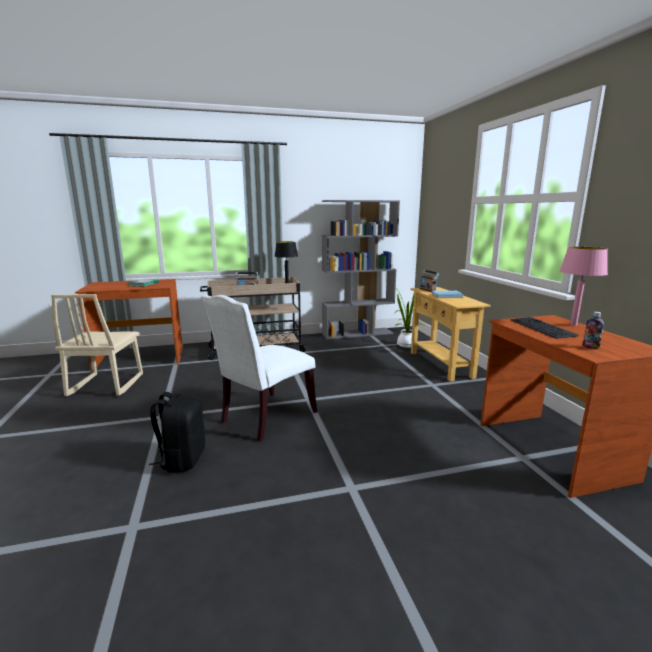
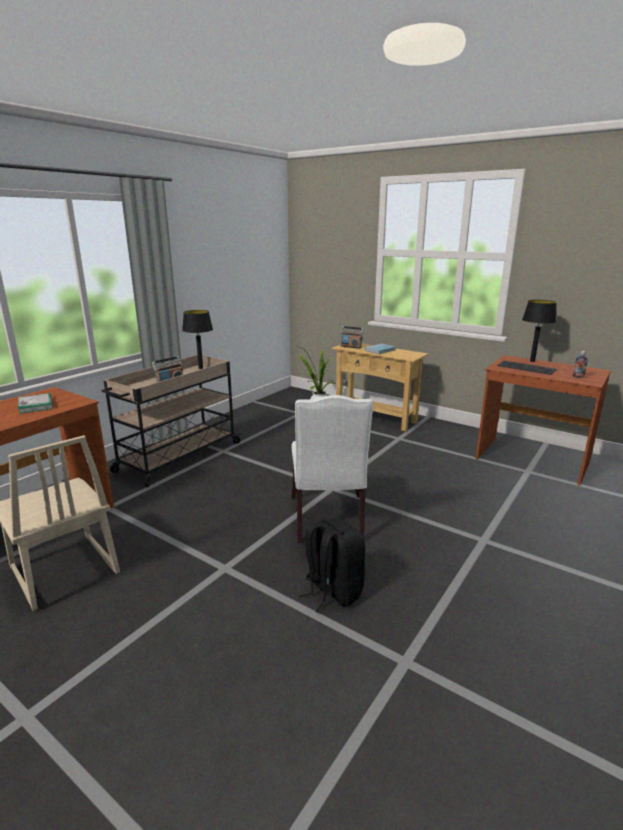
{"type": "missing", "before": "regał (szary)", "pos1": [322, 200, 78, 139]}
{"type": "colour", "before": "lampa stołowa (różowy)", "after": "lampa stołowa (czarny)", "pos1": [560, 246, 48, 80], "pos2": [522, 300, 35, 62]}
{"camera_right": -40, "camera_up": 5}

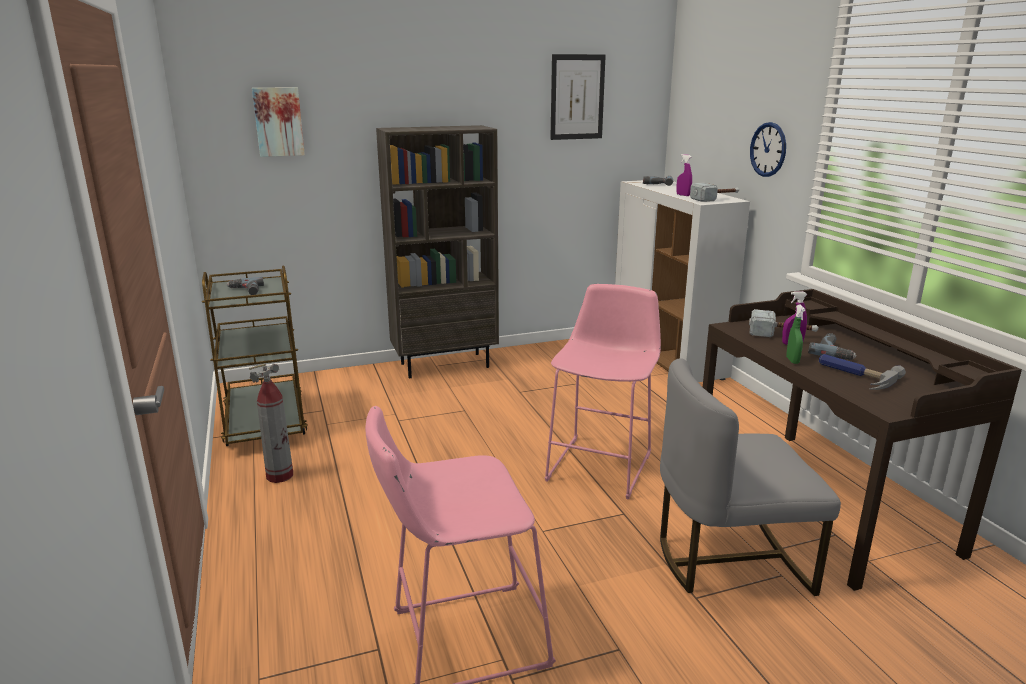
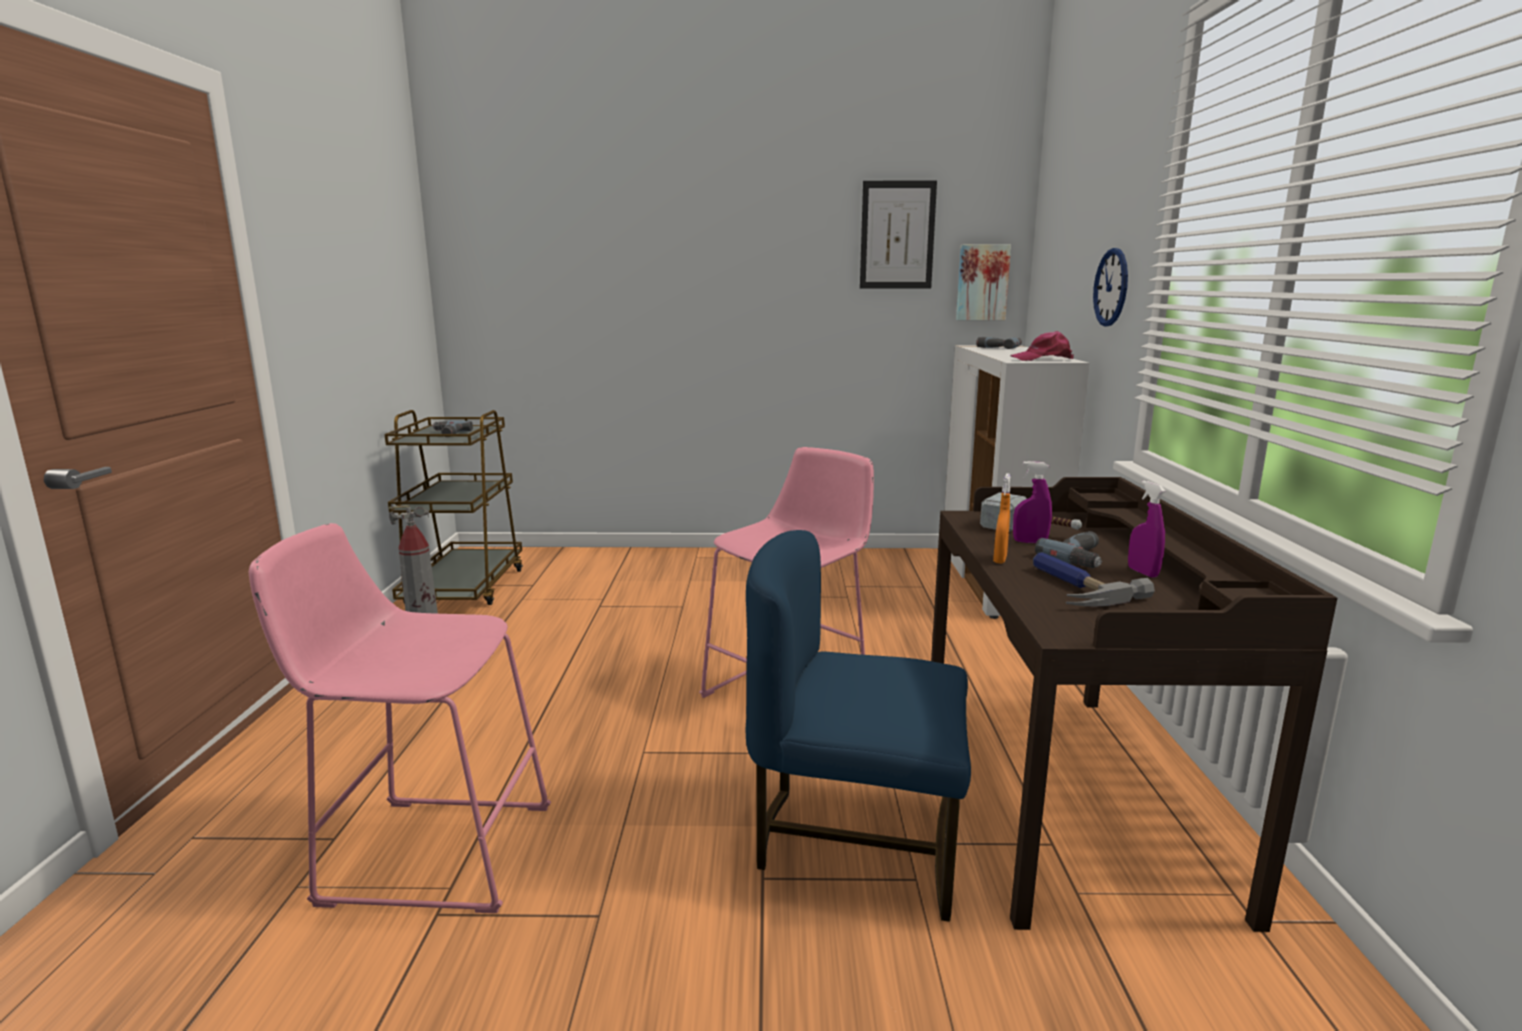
{"type": "relocated", "before": "obraz", "pos1": [252, 87, 53, 70], "pos2": [956, 245, 55, 75]}
{"type": "missing", "before": "regał (brązowy)", "pos1": [376, 125, 123, 253]}
{"type": "colour", "before": "krzesło (szary)", "after": "krzesło (niebieski)", "pos1": [660, 358, 181, 238], "pos2": [746, 530, 225, 392]}
{"type": "relocated", "before": "spryskiwacz (fioletowy)", "pos1": [676, 154, 16, 42], "pos2": [1128, 481, 38, 97]}
{"type": "exchanged", "before": "młotek", "after": "czapka z daszkiem (różowy)", "pos1": [690, 183, 49, 19], "pos2": [1011, 331, 63, 30]}
{"type": "colour", "before": "spryskiwacz (zielony)", "after": "spryskiwacz (pomarańczowy)", "pos1": [786, 305, 19, 59], "pos2": [993, 473, 18, 91]}
{"camera_right": 20, "camera_up": -5}

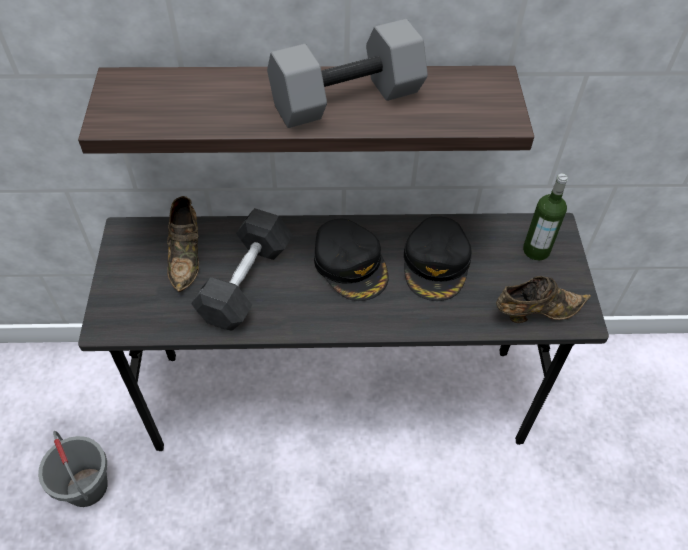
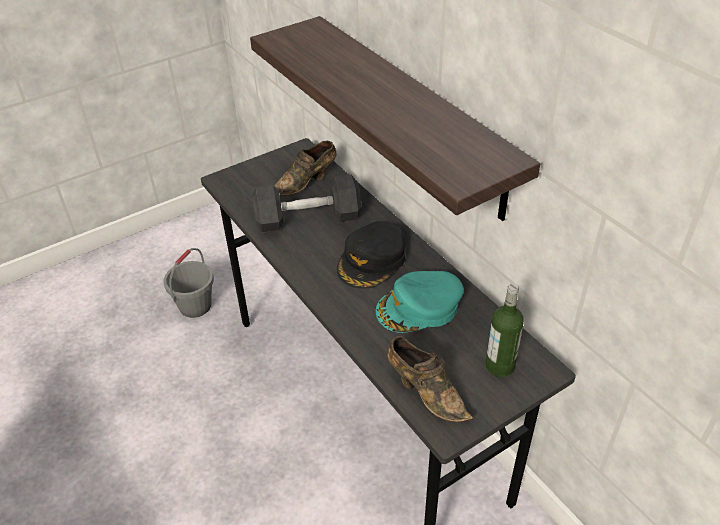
{"type": "missing", "before": "hantel (szary)", "pos1": [267, 19, 161, 109]}
{"type": "colour", "before": "czapka z daszkiem (czarny)", "after": "czapka z daszkiem (turkusowy)", "pos1": [404, 216, 68, 85], "pos2": [376, 271, 88, 62]}
{"camera_right": 60, "camera_up": -10}

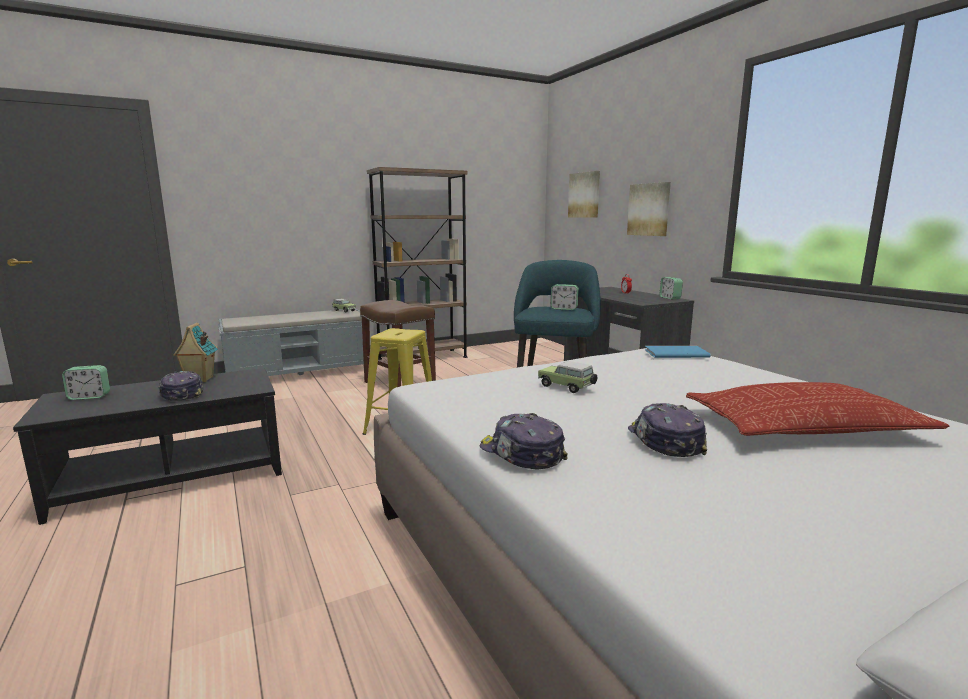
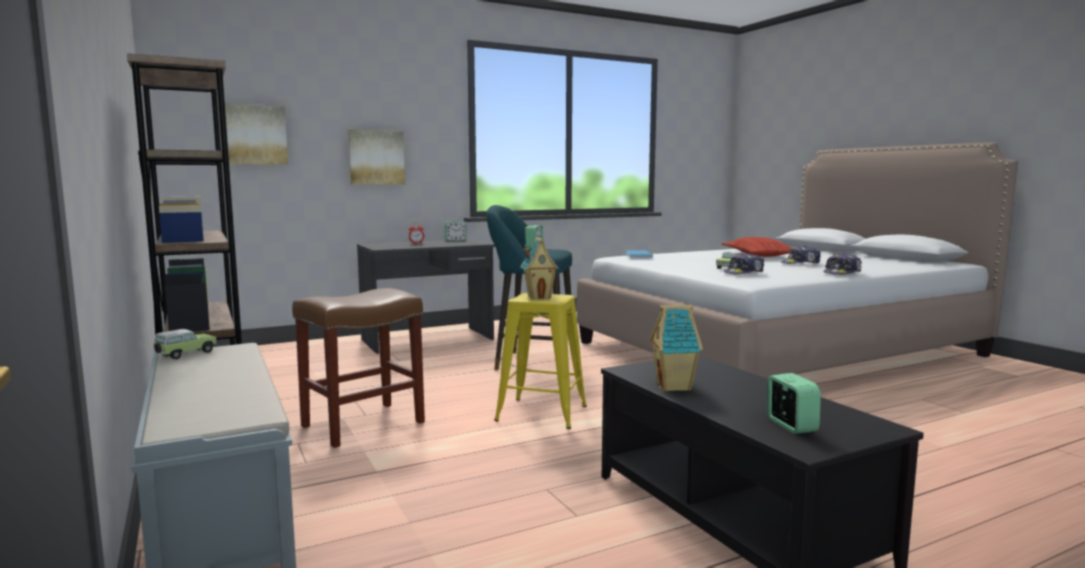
{"type": "relocated", "before": "czapka z daszkiem", "pos1": [158, 371, 45, 30], "pos2": [723, 253, 41, 21]}
{"type": "appeared", "after": "domek", "pos2": [520, 237, 39, 62]}
{"camera_right": -90, "camera_up": -5}

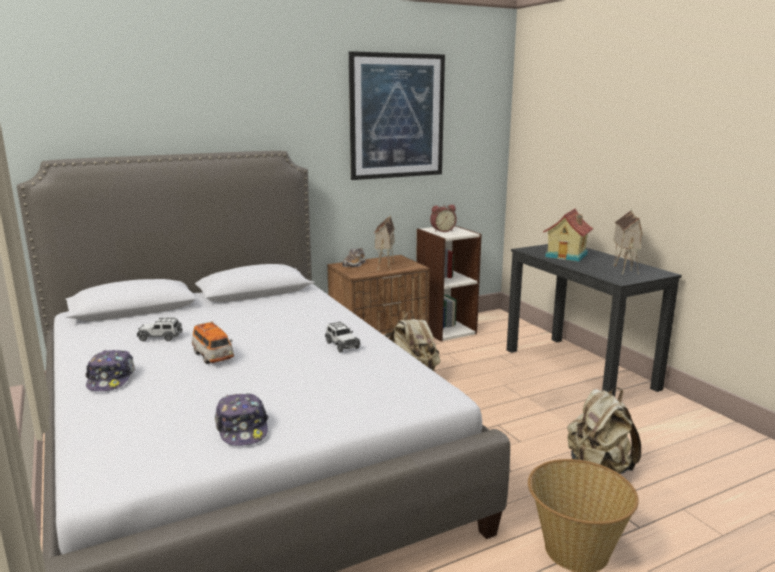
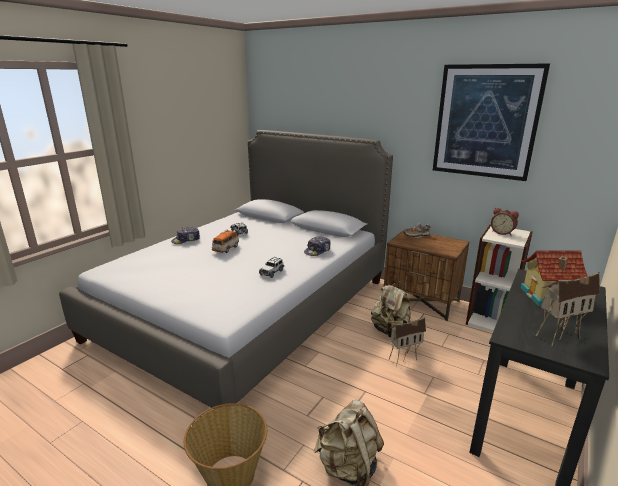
{"type": "relocated", "before": "czapka z daszkiem", "pos1": [215, 394, 54, 52], "pos2": [304, 236, 27, 20]}
{"type": "relocated", "before": "domek", "pos1": [374, 215, 21, 55], "pos2": [389, 317, 37, 50]}
{"camera_right": 60, "camera_up": 5}

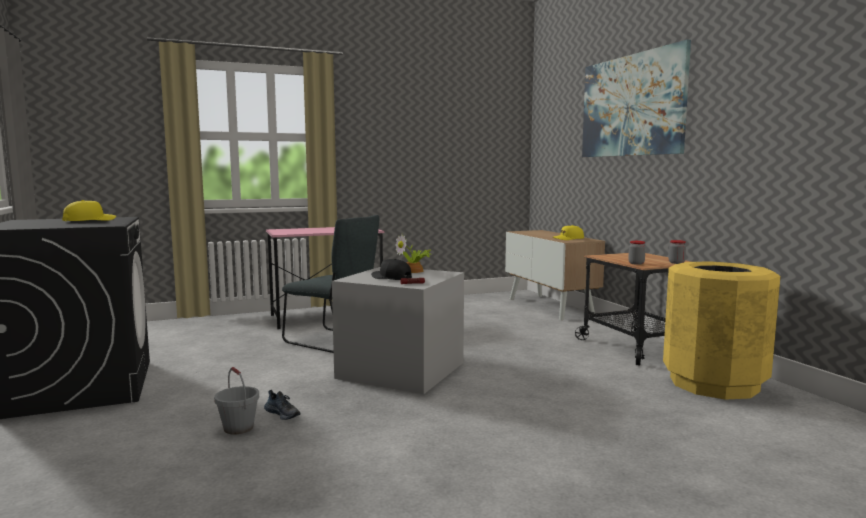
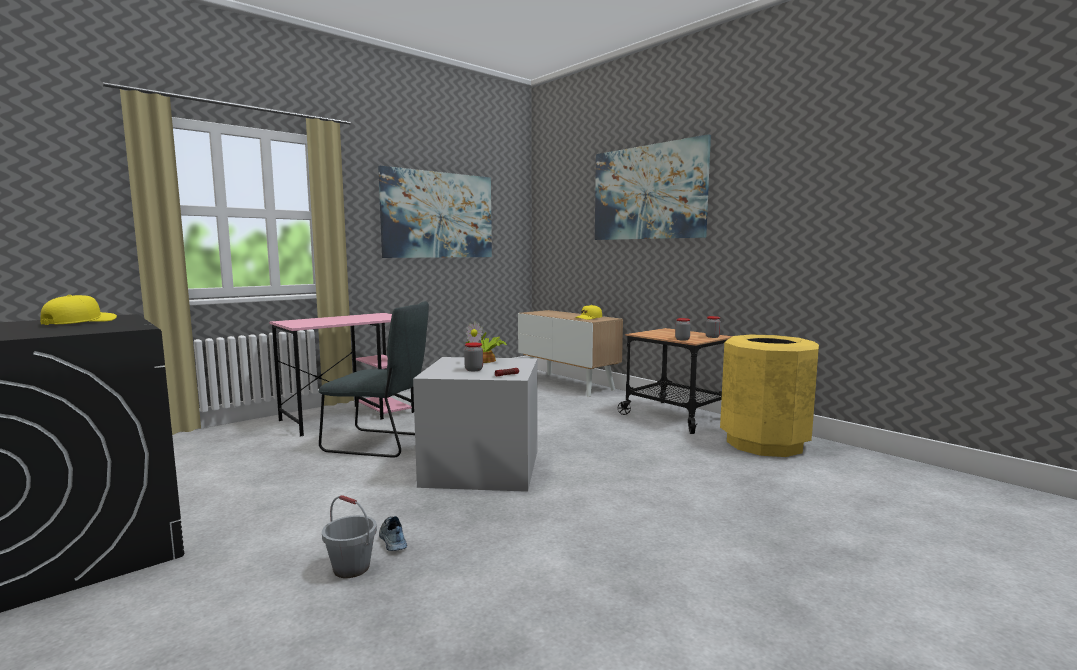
{"type": "spun", "before": "but", "pos1": [264, 390, 37, 30], "pos2": [379, 516, 28, 35], "turn": -135}
{"type": "exchanged", "before": "czapka z daszkiem (czarny)", "after": "słoik", "pos1": [371, 259, 41, 21], "pos2": [464, 342, 19, 29]}
{"type": "appeared", "after": "obraz", "pos2": [378, 166, 114, 92]}
{"camera_right": -20, "camera_up": 0}

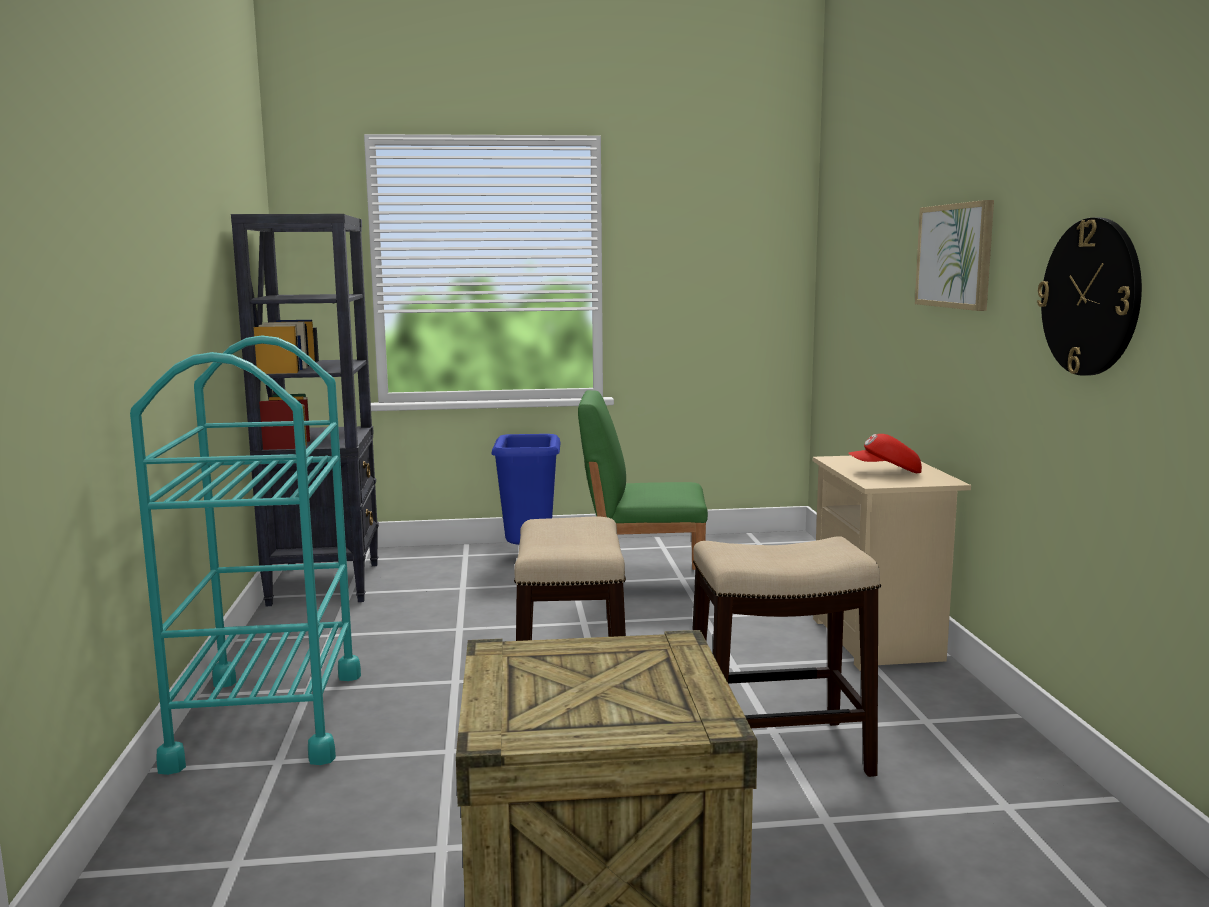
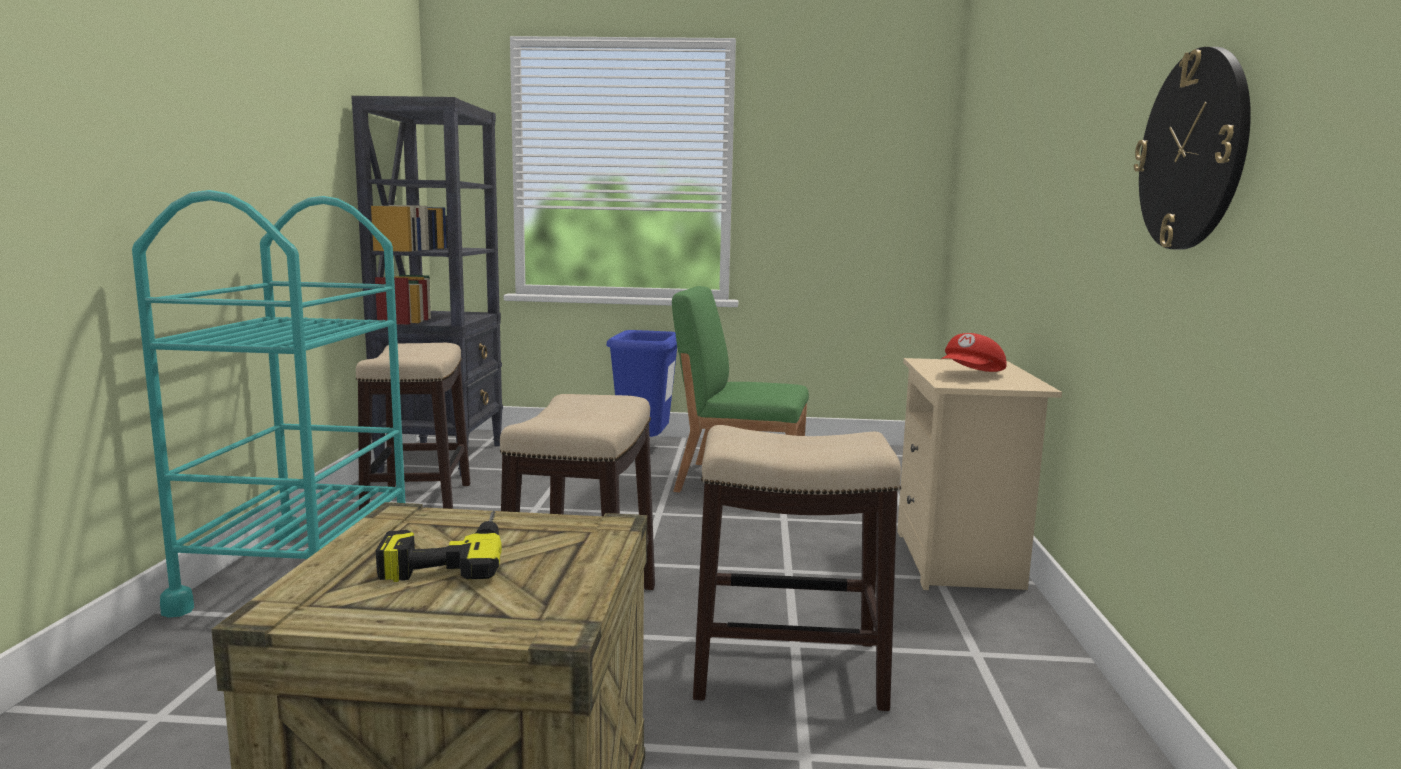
{"type": "spun", "before": "czapka z daszkiem (czerwony)", "pos1": [849, 434, 73, 39], "pos2": [941, 333, 65, 39], "turn": -60}
{"type": "missing", "before": "obraz", "pos1": [915, 200, 79, 111]}
{"type": "appeared", "after": "stołek", "pos2": [356, 343, 114, 167]}
{"type": "appeared", "after": "wiertarka", "pos2": [376, 510, 126, 72]}
{"camera_right": 10, "camera_up": 0}

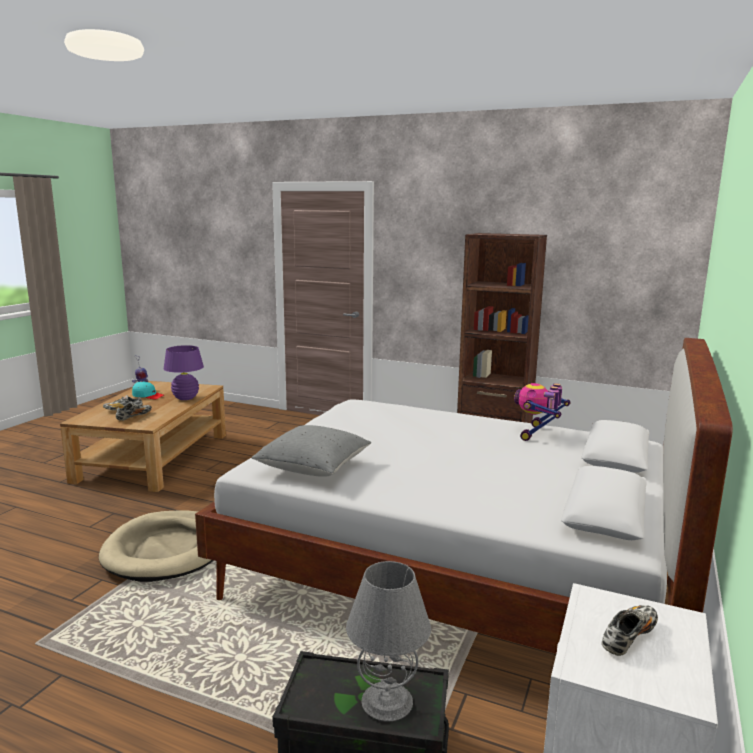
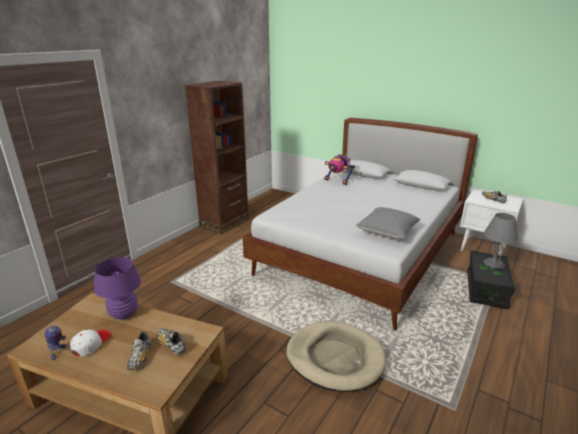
{"type": "colour", "before": "czapka z daszkiem (turkusowy)", "after": "czapka z daszkiem (biały)", "pos1": [132, 381, 32, 18], "pos2": [70, 330, 41, 26]}
{"camera_right": -80, "camera_up": 10}

